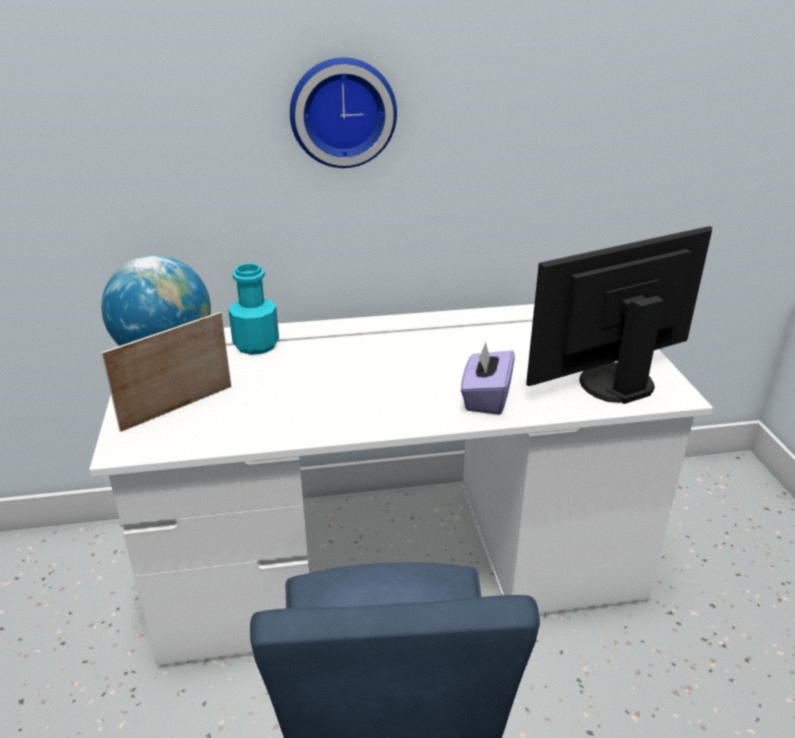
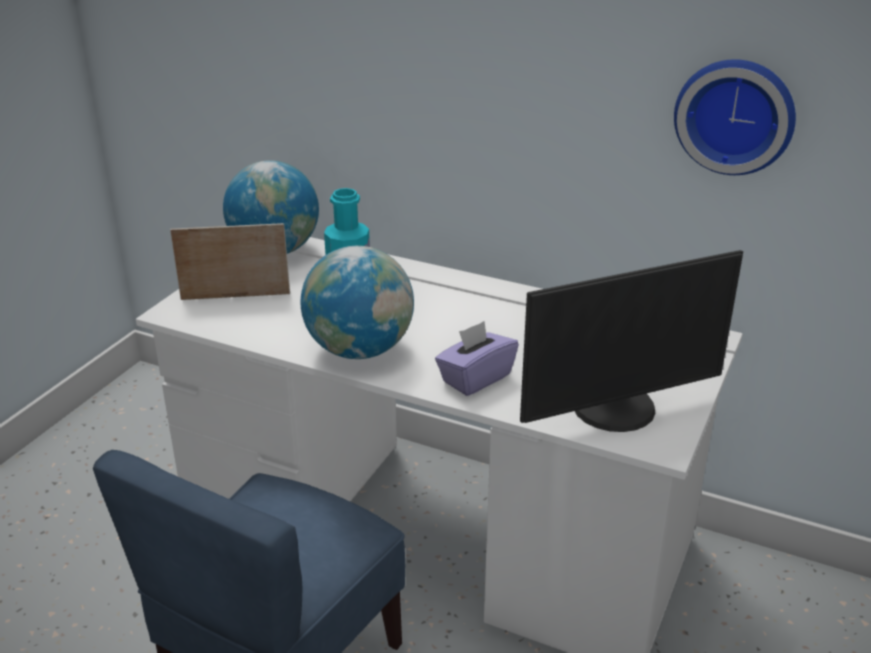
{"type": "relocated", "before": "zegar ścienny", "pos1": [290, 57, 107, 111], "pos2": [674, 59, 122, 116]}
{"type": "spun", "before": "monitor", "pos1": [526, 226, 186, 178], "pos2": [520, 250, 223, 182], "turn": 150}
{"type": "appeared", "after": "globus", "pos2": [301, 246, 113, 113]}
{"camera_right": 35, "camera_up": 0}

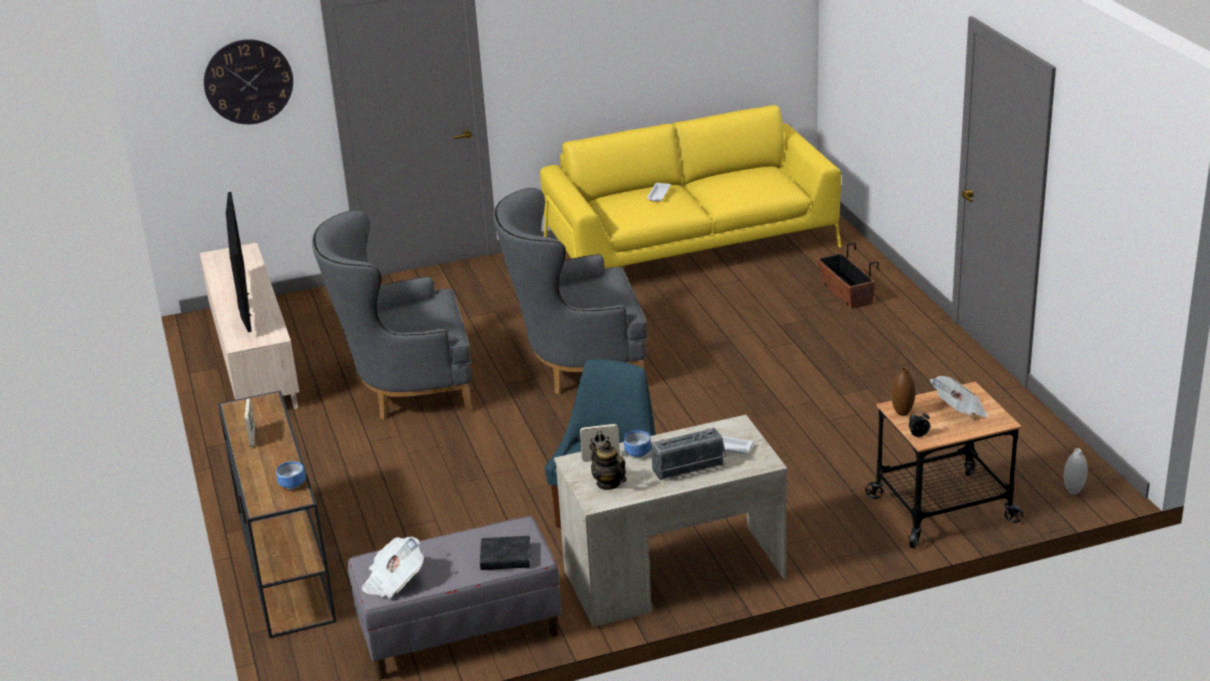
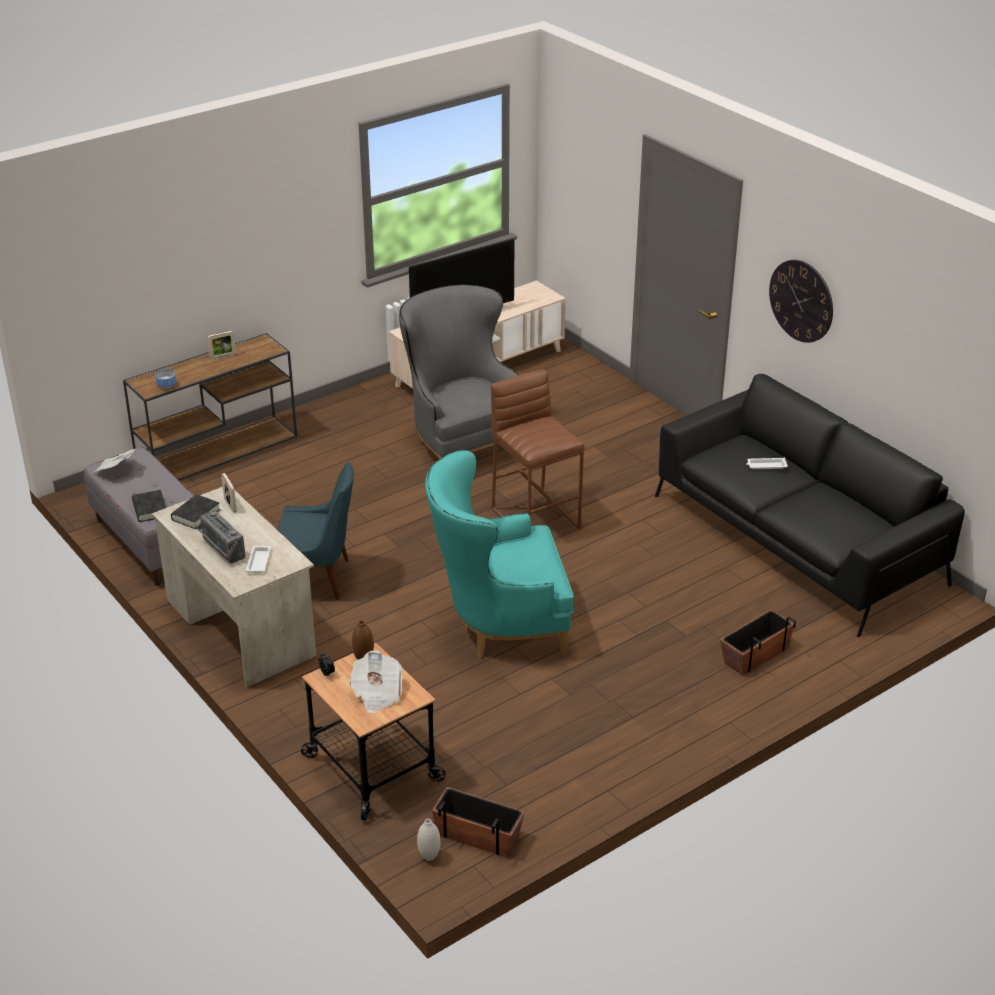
{"type": "relocated", "before": "zegar ścienny", "pos1": [204, 39, 89, 85], "pos2": [769, 260, 64, 83]}
{"type": "exchanged", "before": "fotel (szary)", "after": "stołek (brązowy)", "pos1": [493, 188, 154, 206], "pos2": [491, 369, 94, 161]}
{"type": "colour", "before": "kanapa (żółty)", "after": "kanapa (czarny)", "pos1": [540, 105, 301, 164], "pos2": [655, 374, 310, 263]}
{"type": "exchanged", "before": "imbryk", "after": "książka (czarny)", "pos1": [589, 442, 38, 48], "pos2": [171, 494, 49, 35]}
{"type": "missing", "before": "miska", "pos1": [624, 430, 27, 28]}
{"type": "appeared", "after": "fotel (turkusowy)", "pos2": [425, 450, 149, 209]}
{"type": "appeared", "after": "donica", "pos2": [432, 787, 93, 71]}
{"camera_right": 70, "camera_up": 5}

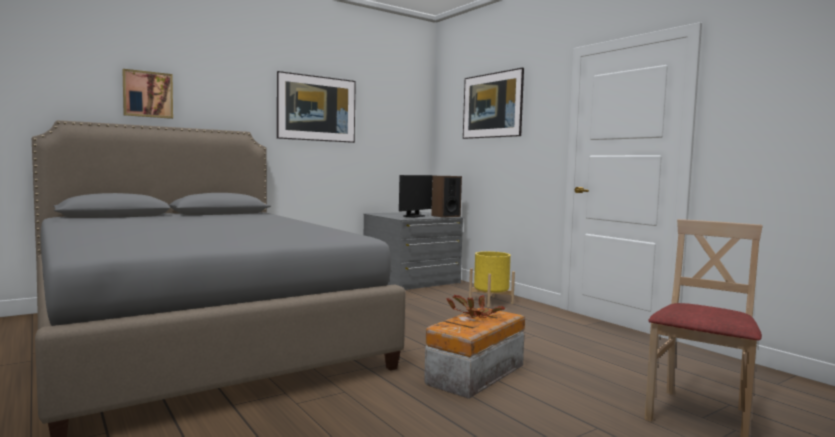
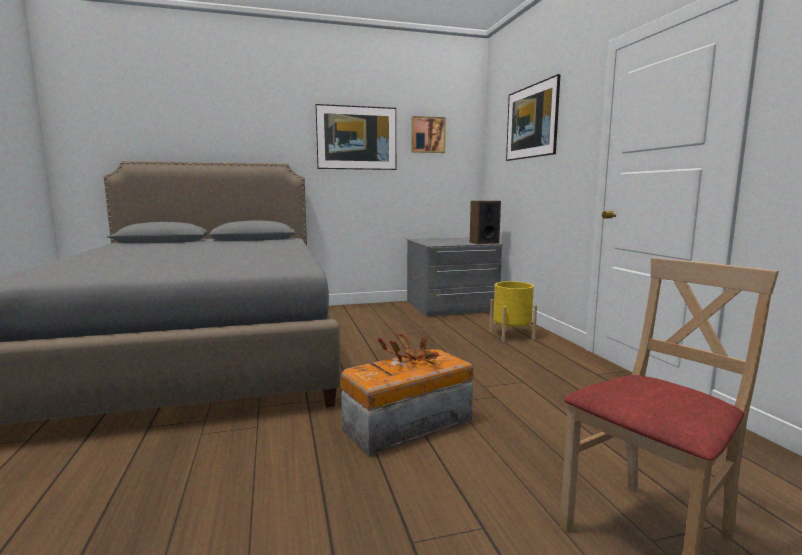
{"type": "relocated", "before": "obraz", "pos1": [122, 69, 51, 50], "pos2": [411, 116, 35, 37]}
{"type": "missing", "before": "monitor", "pos1": [399, 175, 33, 42]}
{"camera_right": 20, "camera_up": 5}

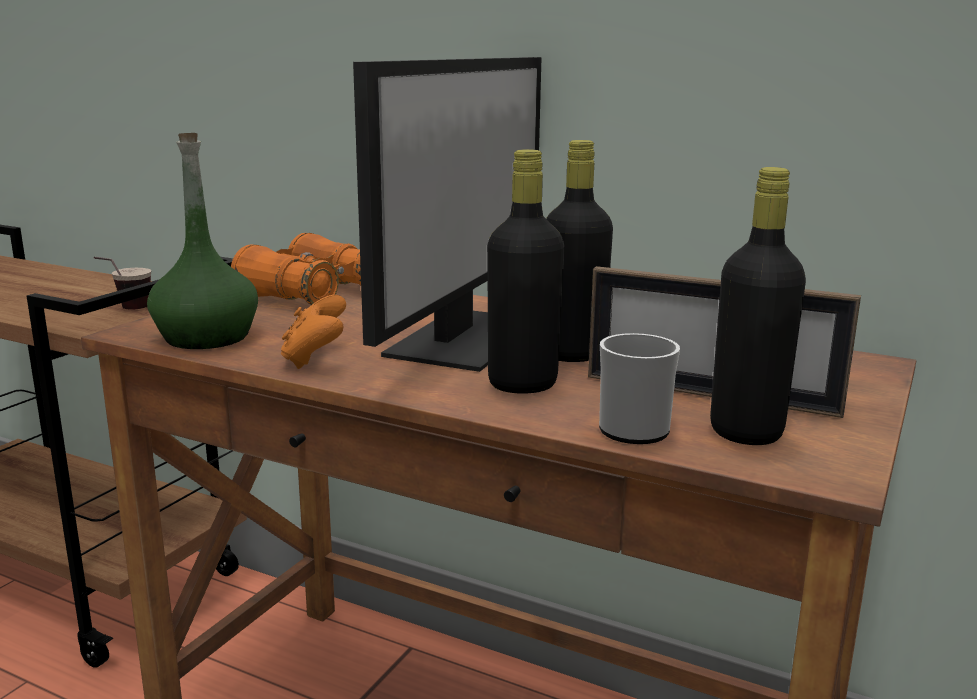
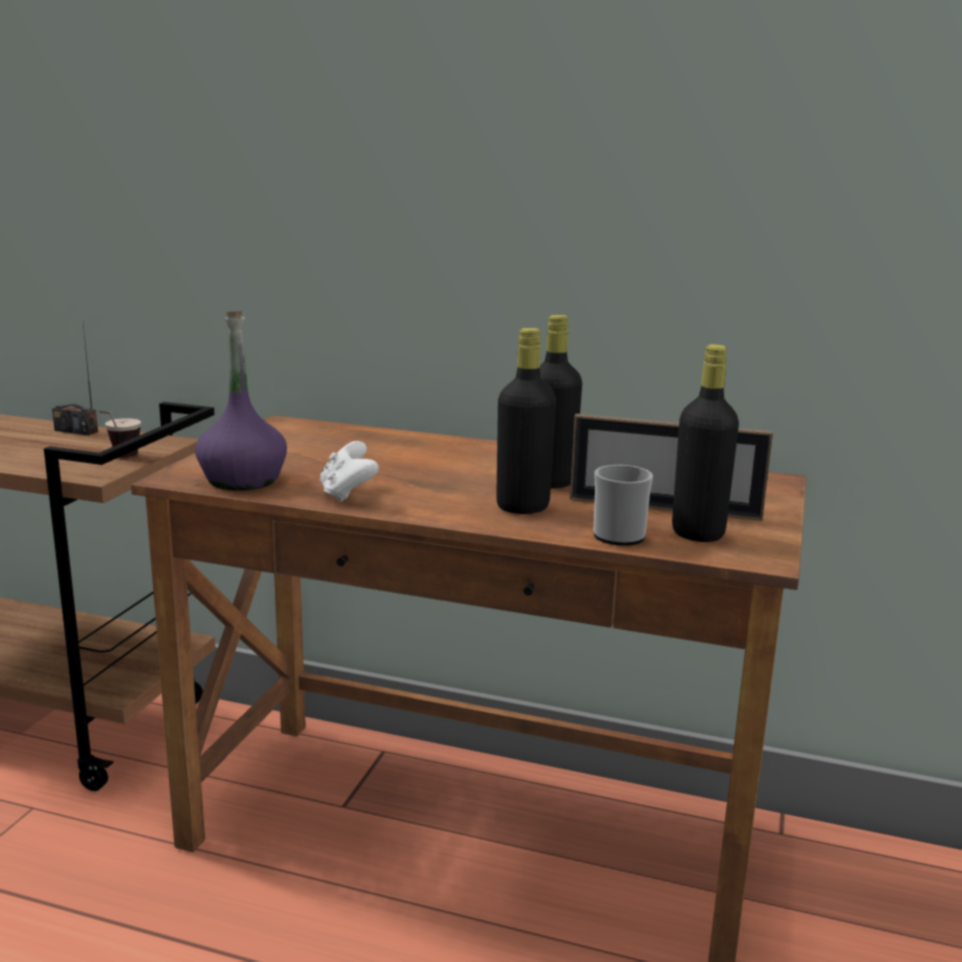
{"type": "colour", "before": "butelka (zielony)", "after": "butelka (fioletowy)", "pos1": [147, 133, 111, 216], "pos2": [195, 311, 92, 180]}
{"type": "missing", "before": "lornetka (pomarańczowy)", "pos1": [231, 233, 130, 72]}
{"type": "colour", "before": "pad do gier (pomarańczowy)", "after": "pad do gier (biały)", "pos1": [281, 295, 65, 74], "pos2": [320, 441, 59, 62]}
{"type": "missing", "before": "monitor", "pos1": [353, 57, 189, 315]}
{"type": "appeared", "after": "radio", "pos2": [52, 325, 46, 110]}
{"camera_right": -10, "camera_up": 0}

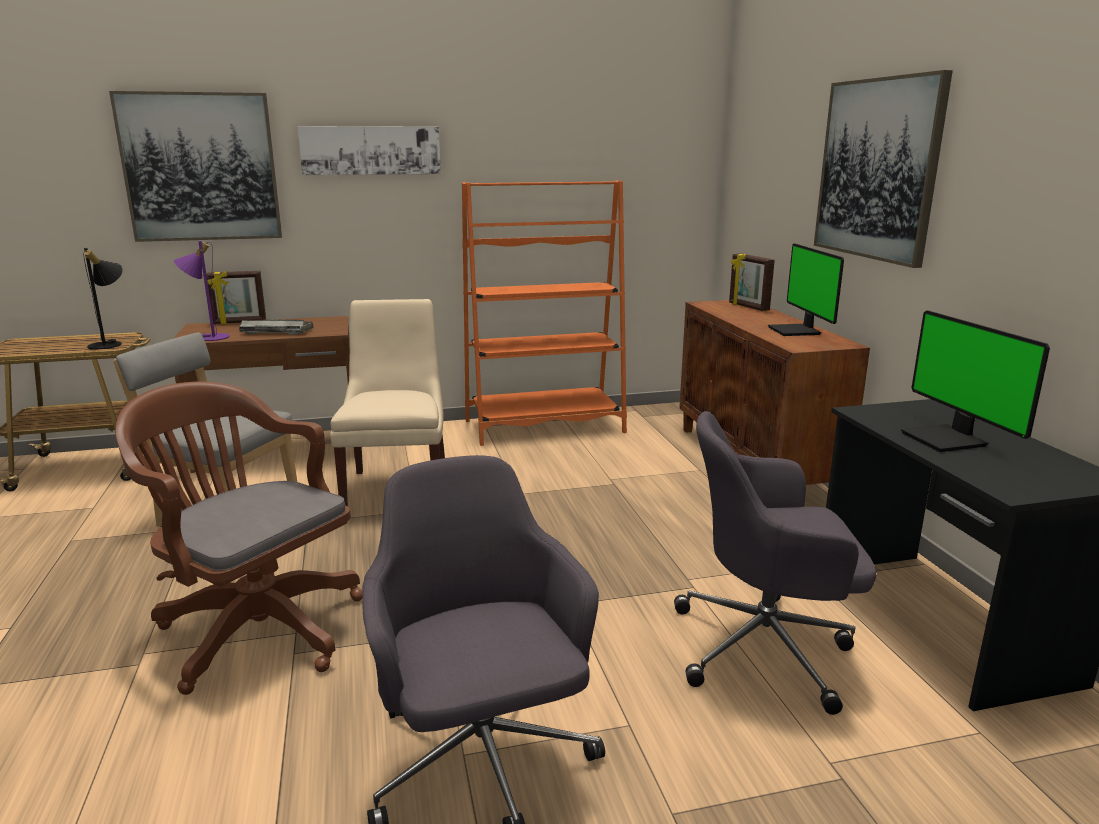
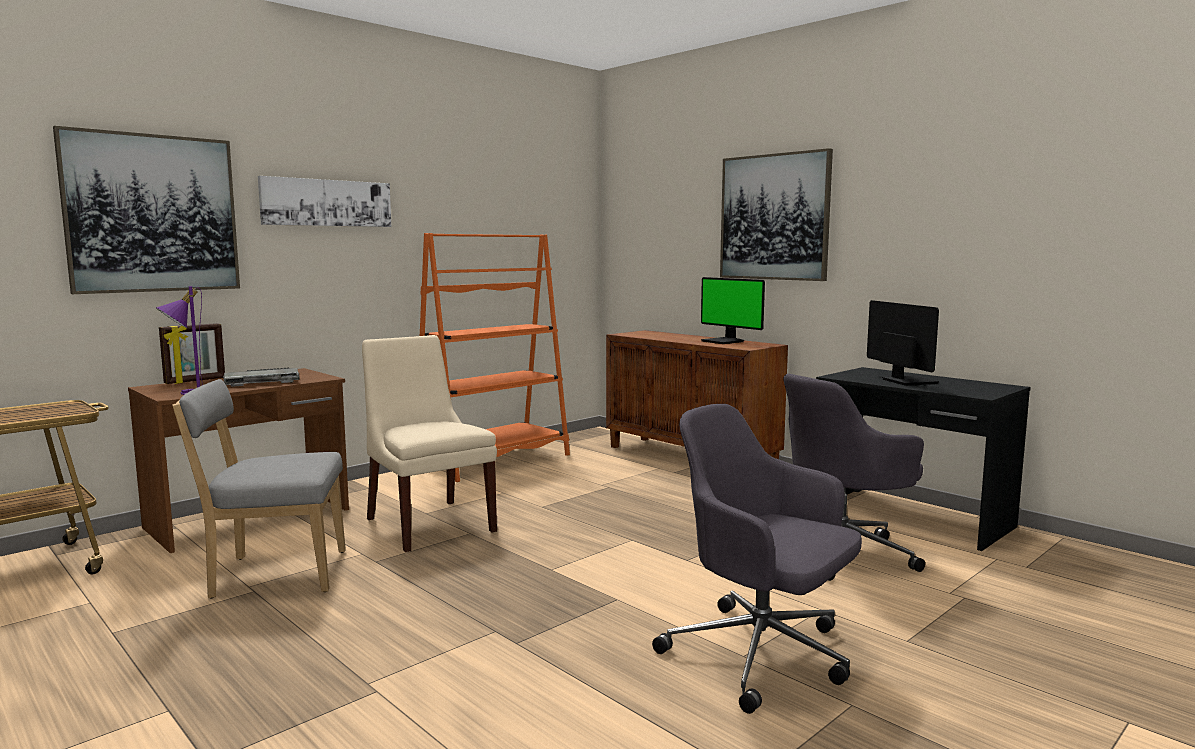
{"type": "missing", "before": "lampa stołowa (czarny)", "pos1": [84, 248, 39, 101]}
{"type": "missing", "before": "krzesło biurowe (brązowy)", "pos1": [115, 382, 247, 313]}
{"type": "missing", "before": "ramka na zdjęcie", "pos1": [729, 253, 46, 58]}
{"type": "spun", "before": "monitor", "pos1": [901, 310, 149, 142], "pos2": [867, 300, 72, 86], "turn": -150}
{"camera_right": -30, "camera_up": -10}

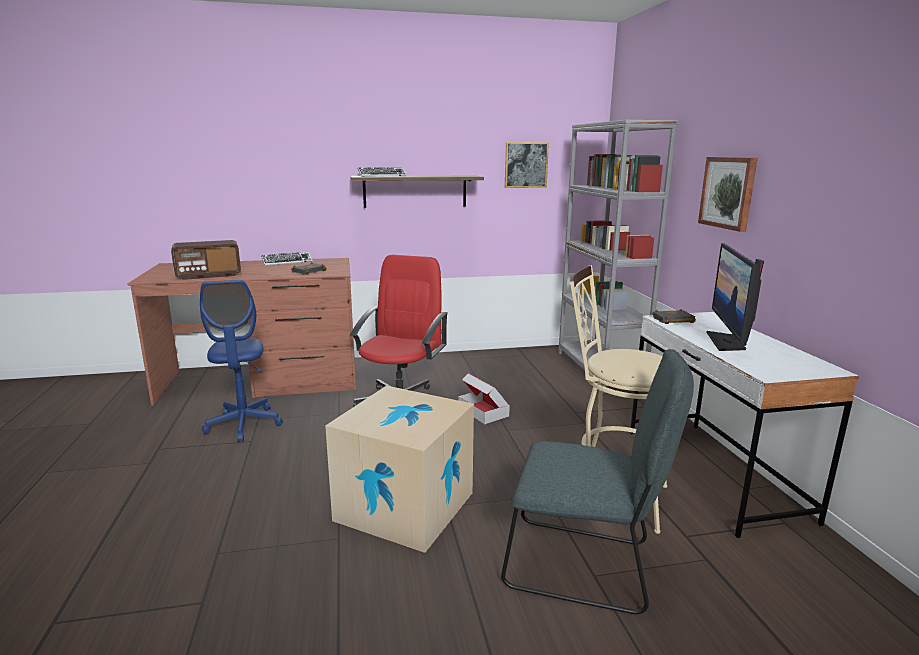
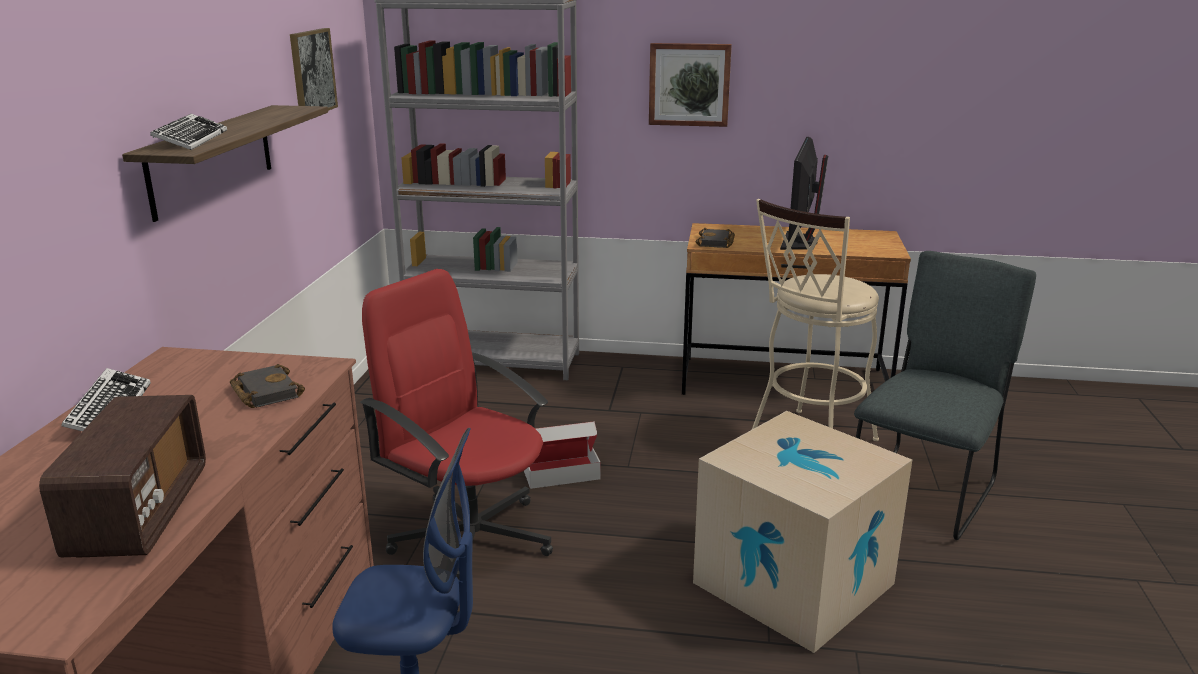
{"type": "colour", "before": "biurko (biały)", "after": "biurko (brązowy)", "pos1": [630, 312, 229, 226], "pos2": [682, 223, 229, 172]}
{"type": "spun", "before": "monitor", "pos1": [706, 243, 58, 108], "pos2": [780, 137, 48, 113], "turn": 75}
{"camera_right": -70, "camera_up": 5}

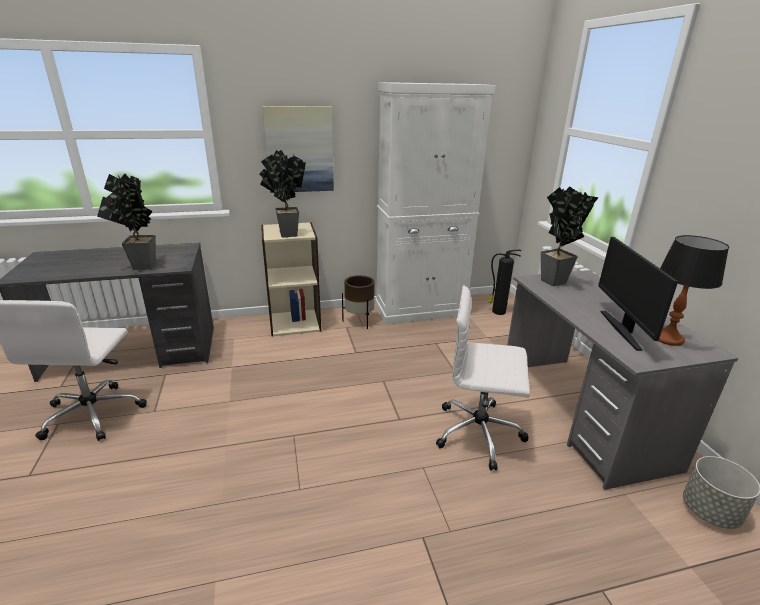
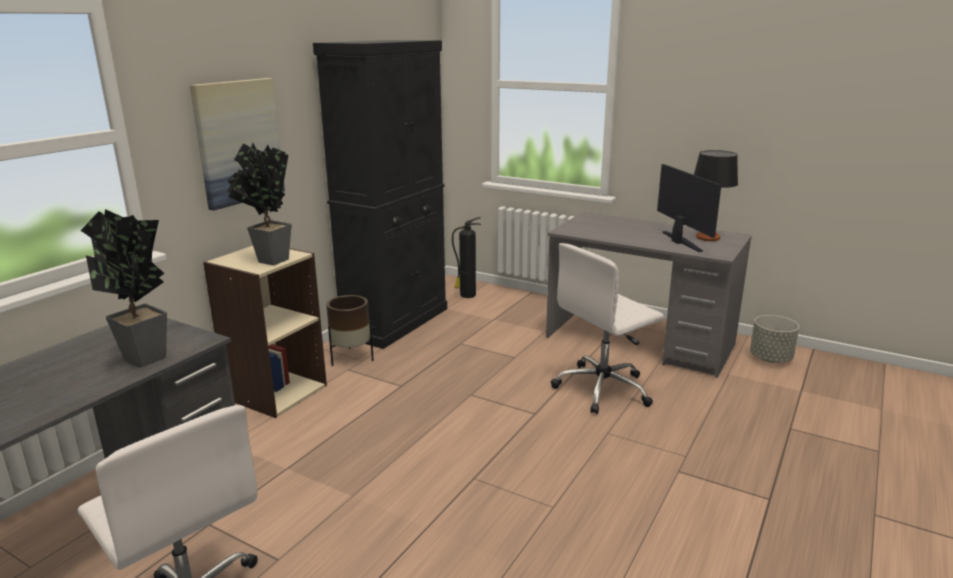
{"type": "colour", "before": "szafka (biały)", "after": "szafka (czarny)", "pos1": [375, 82, 120, 242], "pos2": [313, 40, 134, 309]}
{"type": "missing", "before": "roślina doniczkowa", "pos1": [541, 186, 58, 100]}
{"type": "spun", "before": "monitor", "pos1": [598, 237, 80, 114], "pos2": [657, 164, 64, 88], "turn": -150}
{"camera_right": -45, "camera_up": -5}

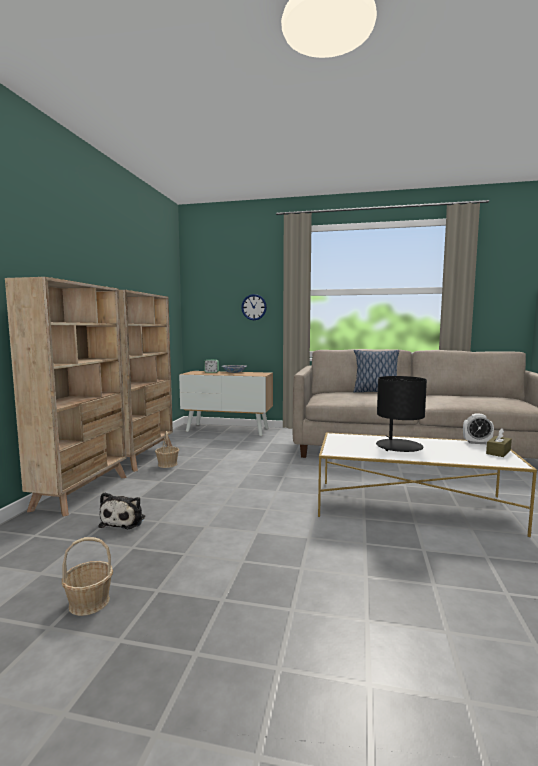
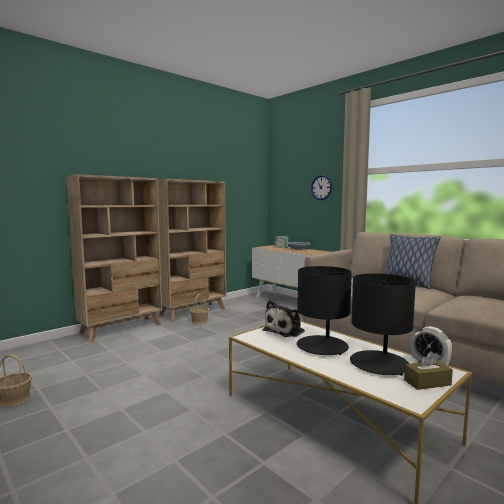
{"type": "relocated", "before": "pluszak", "pos1": [99, 492, 46, 37], "pos2": [263, 300, 42, 37]}
{"type": "appeared", "after": "lampa stołowa (czarny)", "pos2": [350, 273, 66, 103]}
{"camera_right": 35, "camera_up": 0}

